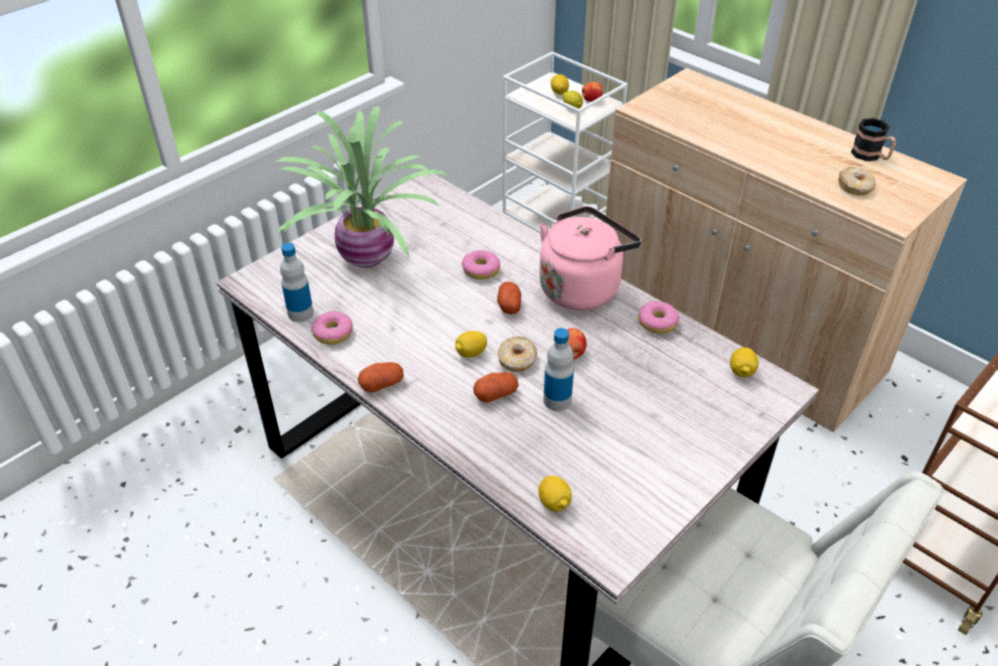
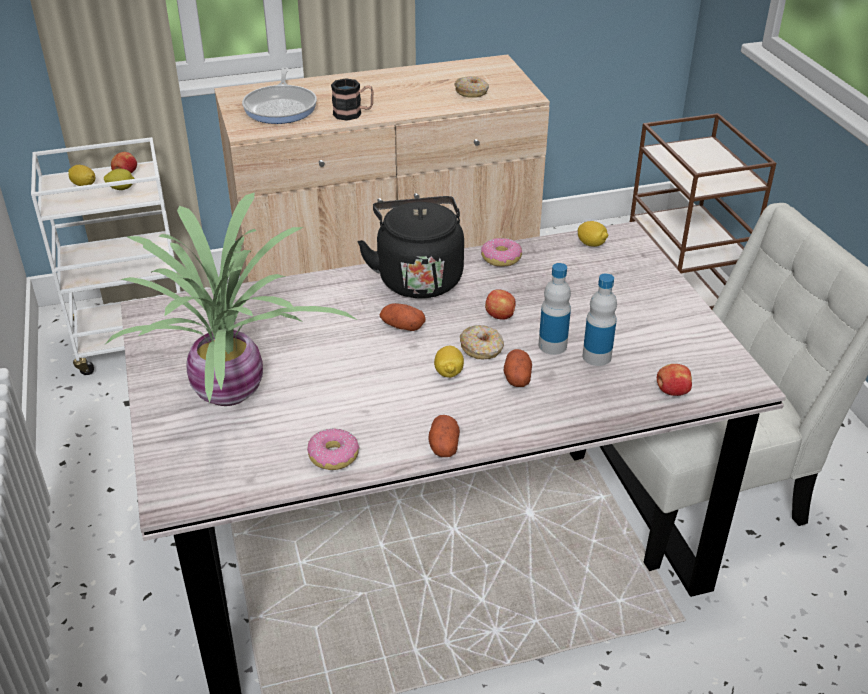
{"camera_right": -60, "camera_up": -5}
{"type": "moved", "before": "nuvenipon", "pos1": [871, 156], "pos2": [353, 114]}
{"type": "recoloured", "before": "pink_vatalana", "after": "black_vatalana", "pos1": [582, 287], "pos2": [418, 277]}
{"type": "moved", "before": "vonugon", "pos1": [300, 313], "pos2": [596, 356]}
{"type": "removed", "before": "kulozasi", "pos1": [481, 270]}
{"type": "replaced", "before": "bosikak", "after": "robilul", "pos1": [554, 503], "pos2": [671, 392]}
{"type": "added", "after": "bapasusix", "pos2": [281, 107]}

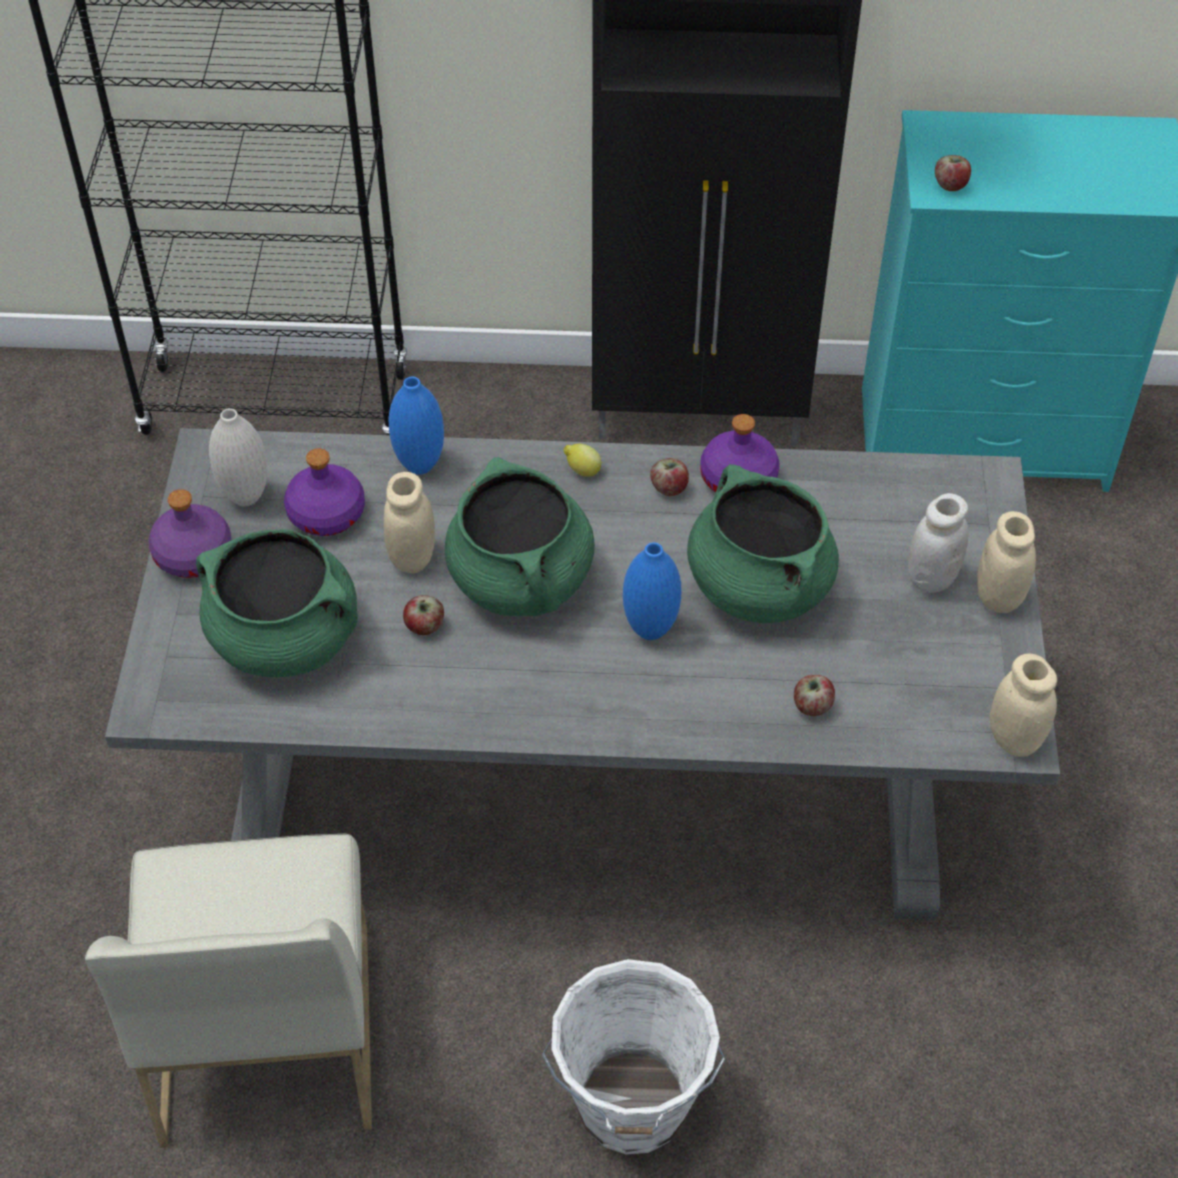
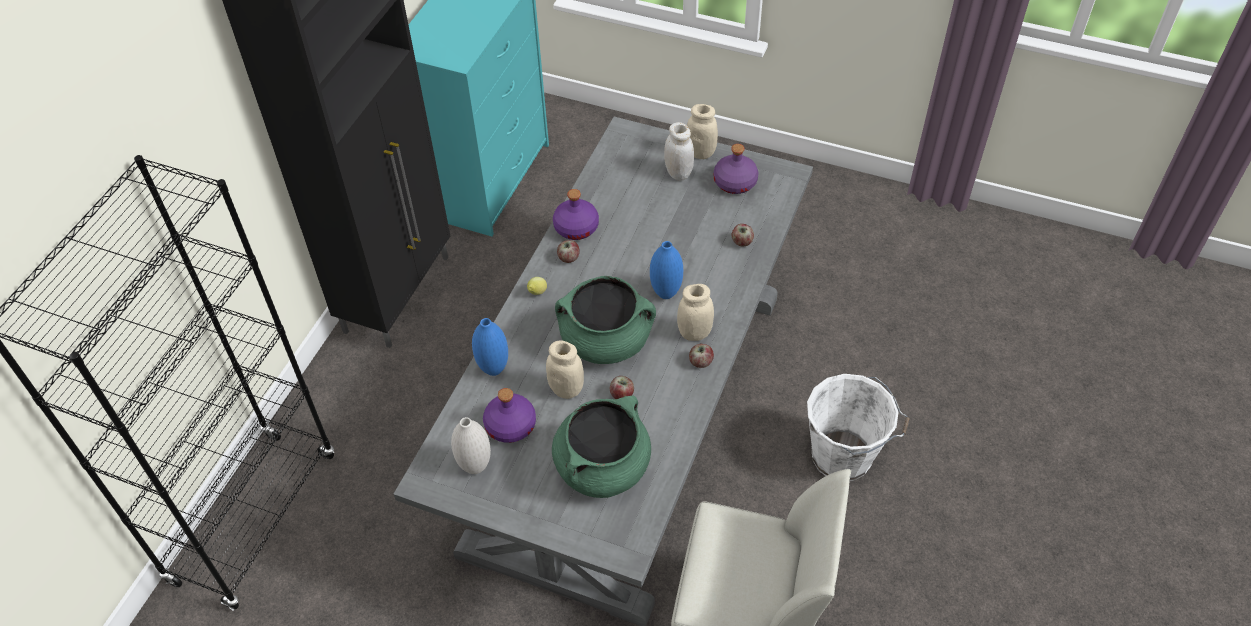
{"camera_right": -70, "camera_up": 0}
{"type": "moved", "before": "robilul", "pos1": [950, 185], "pos2": [700, 362]}
{"type": "removed", "before": "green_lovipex", "pos1": [758, 586]}
{"type": "moved", "before": "purple_vonugon", "pos1": [193, 555], "pos2": [735, 182]}
{"type": "moved", "before": "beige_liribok", "pos1": [1014, 739], "pos2": [694, 333]}

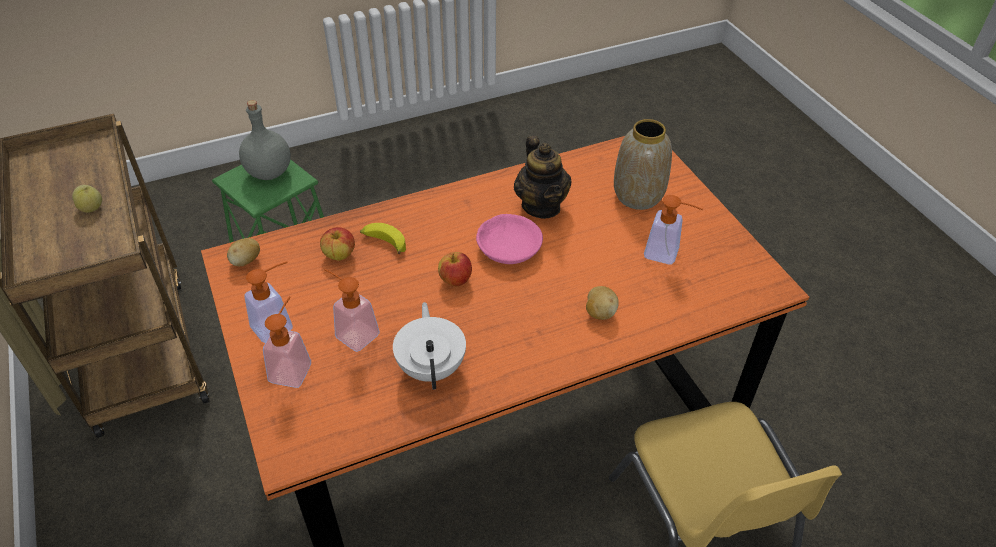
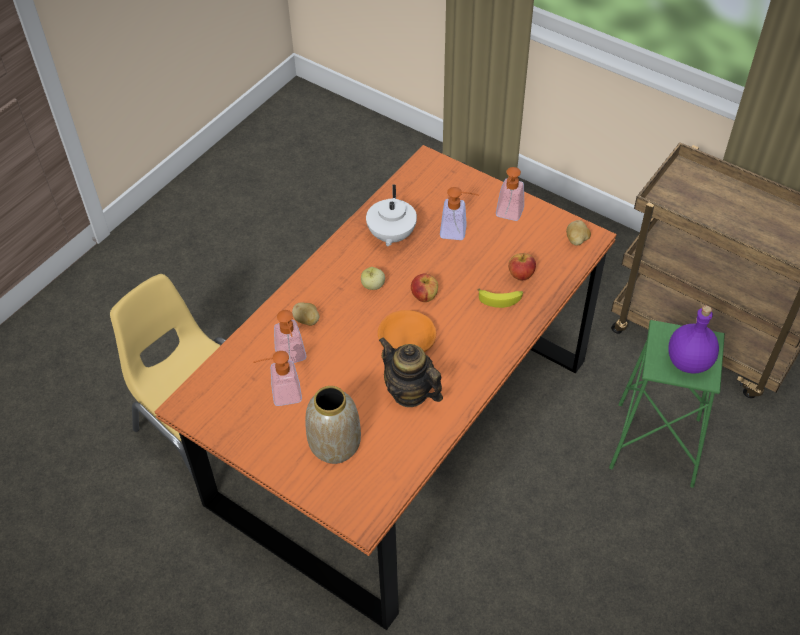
{"camera_right": 150, "camera_up": 5}
{"type": "recoloured", "before": "grey_vonugon", "after": "purple_vonugon", "pos1": [269, 172], "pos2": [689, 362]}
{"type": "moved", "before": "robilul", "pos1": [91, 208], "pos2": [373, 286]}
{"type": "recoloured", "before": "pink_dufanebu", "after": "orange_dufanebu", "pos1": [508, 247], "pos2": [407, 341]}
{"type": "moved", "before": "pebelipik", "pos1": [293, 367], "pos2": [292, 358]}
{"type": "turned", "before": "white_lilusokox", "pos1": [432, 367], "pos2": [391, 236], "turn": 45}

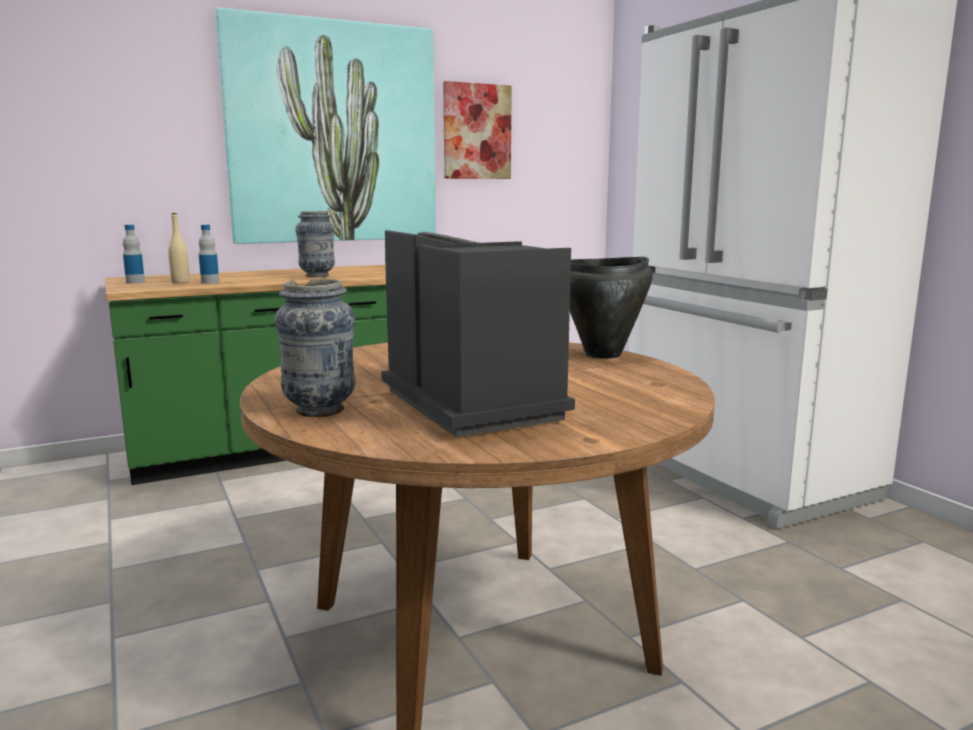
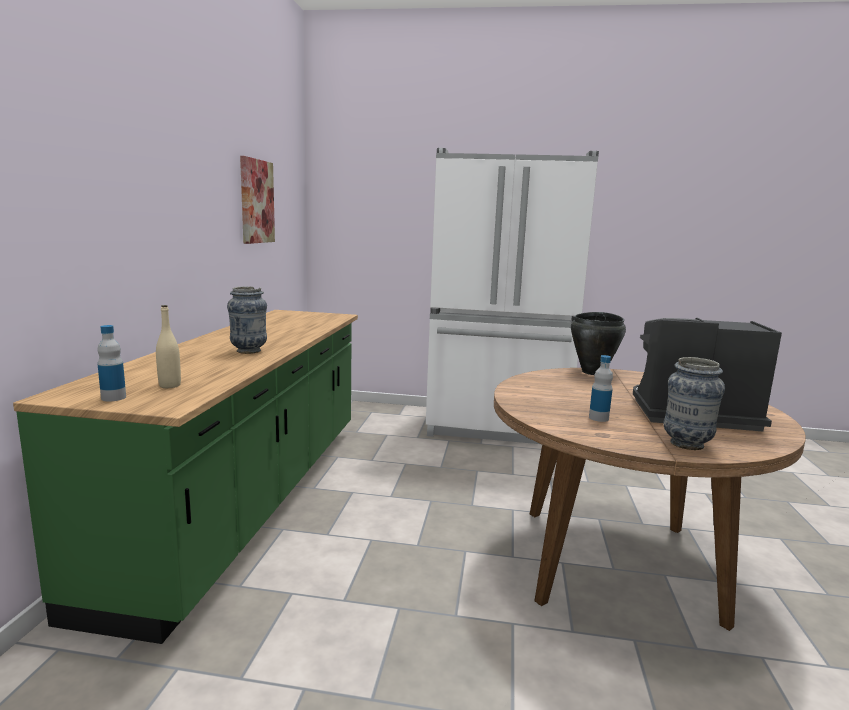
{"camera_right": -55, "camera_up": 0}
{"type": "removed", "before": "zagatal", "pos1": [333, 134]}
{"type": "moved", "before": "vonugon", "pos1": [210, 282], "pos2": [598, 418]}

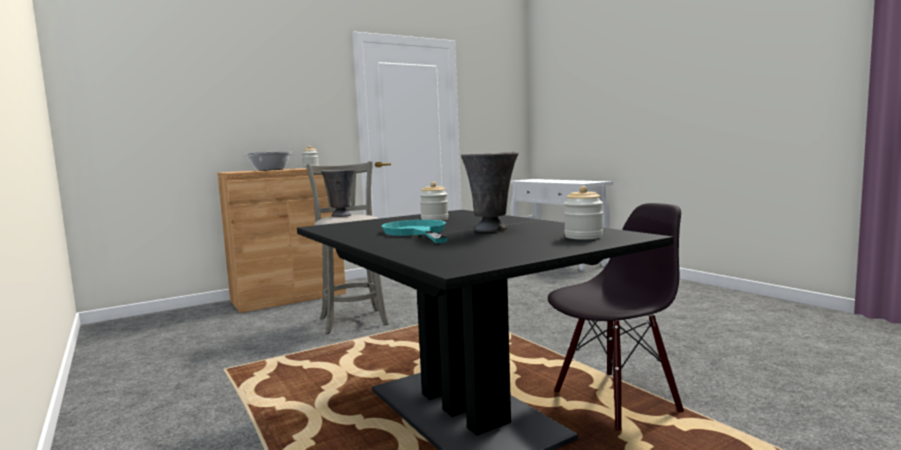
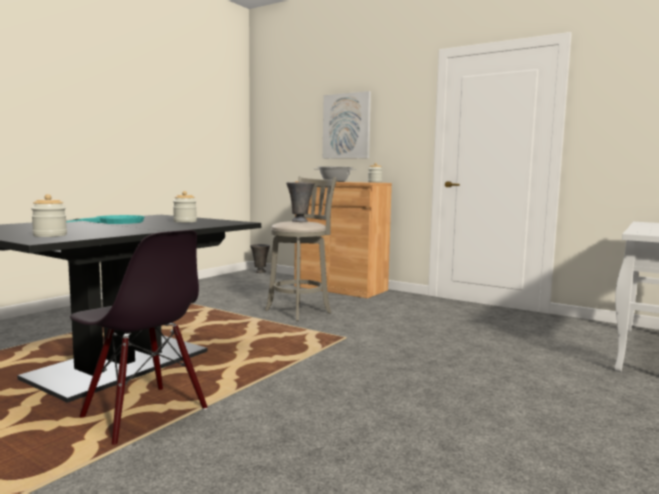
{"camera_right": 65, "camera_up": 0}
{"type": "moved", "before": "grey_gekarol", "pos1": [492, 230], "pos2": [260, 272]}
{"type": "added", "after": "zagatal", "pos2": [346, 126]}

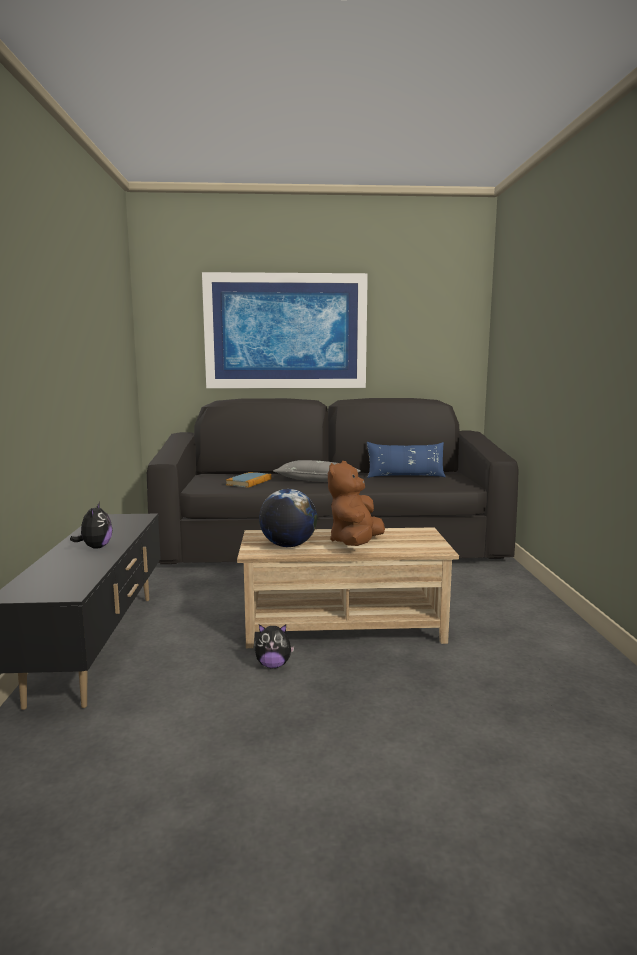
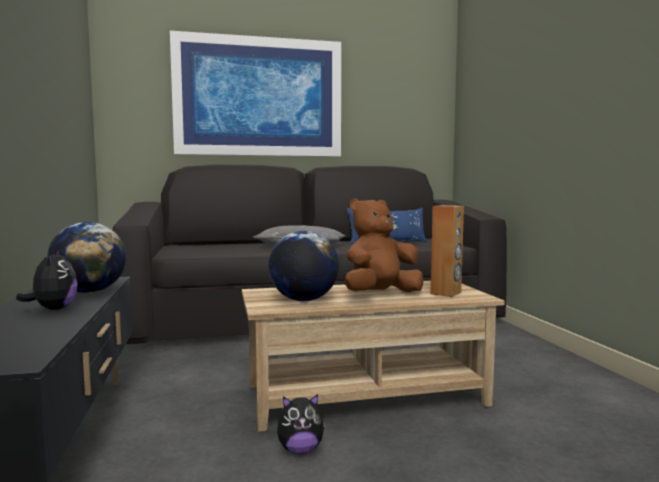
{"camera_right": -10, "camera_up": -5}
{"type": "turned", "before": "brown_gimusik", "pos1": [355, 543], "pos2": [380, 295], "turn": 45}
{"type": "removed", "before": "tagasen", "pos1": [249, 482]}
{"type": "added", "after": "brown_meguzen", "pos2": [446, 293]}
{"type": "added", "after": "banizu", "pos2": [90, 292]}

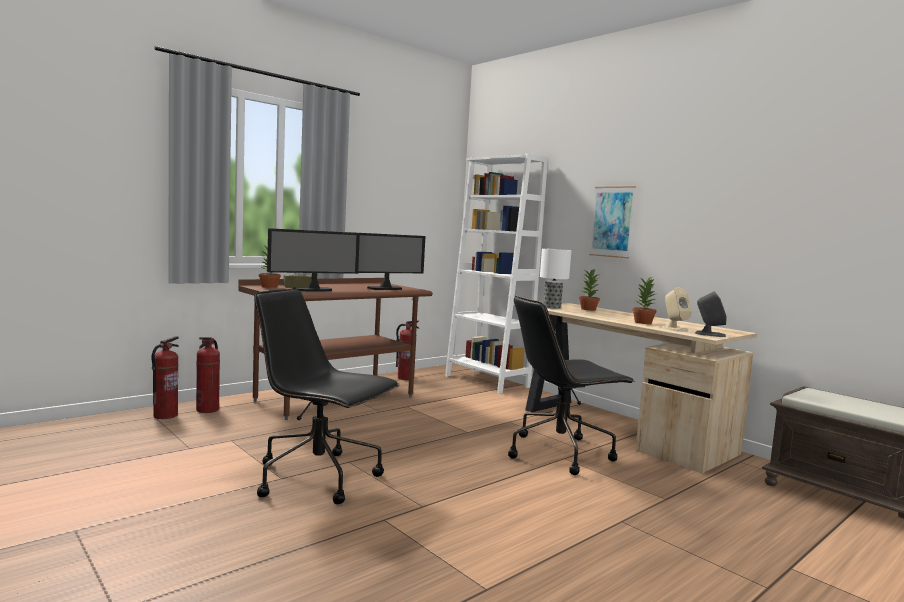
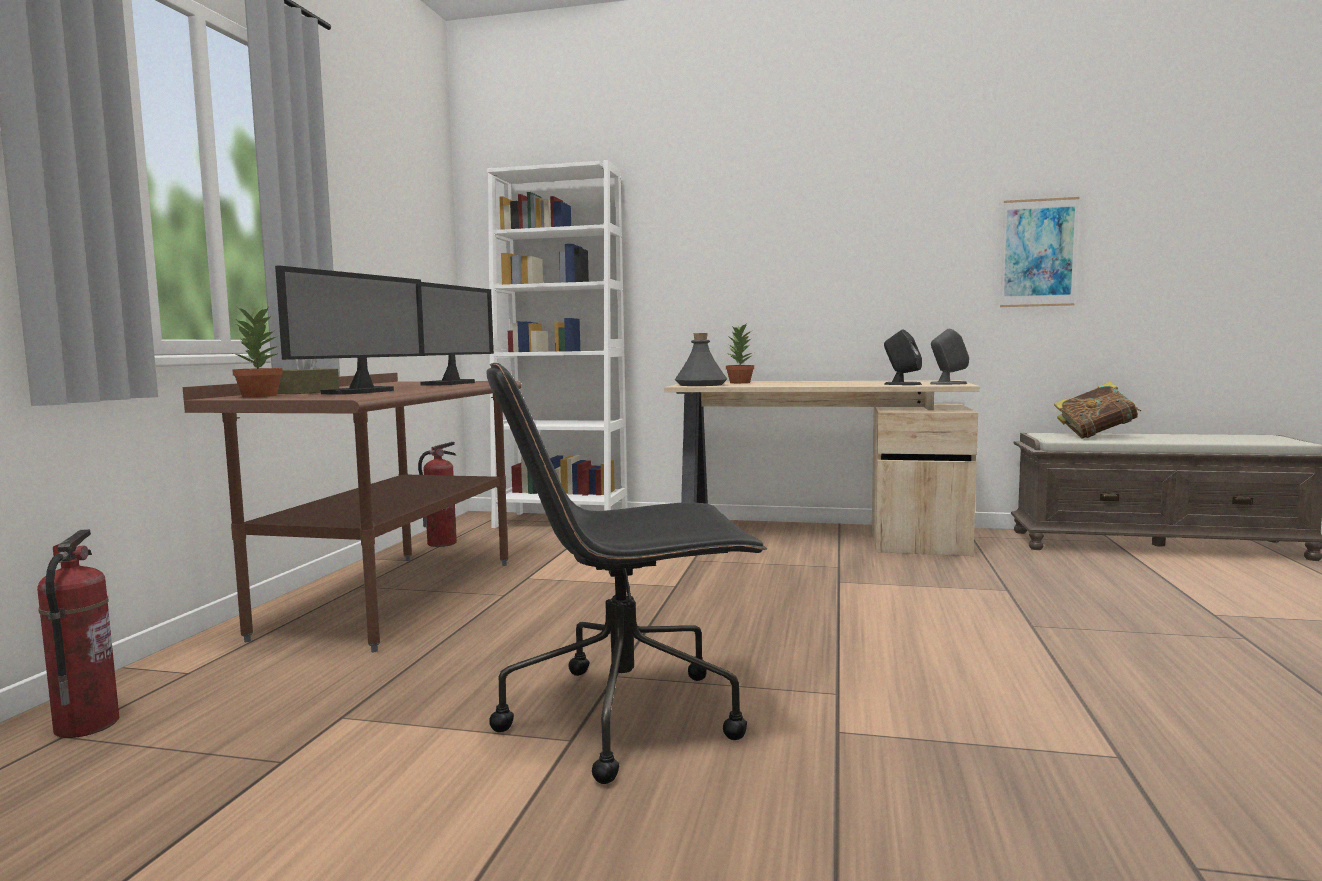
{"camera_right": -35, "camera_up": 0}
{"type": "moved", "before": "zagatal", "pos1": [612, 221], "pos2": [1038, 253]}
{"type": "replaced", "before": "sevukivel", "after": "grey_vonugon", "pos1": [551, 307], "pos2": [700, 385]}
{"type": "removed", "before": "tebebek", "pos1": [643, 322]}
{"type": "recoloured", "before": "beige_meguzen", "after": "black_meguzen", "pos1": [674, 329], "pos2": [902, 384]}
{"type": "removed", "before": "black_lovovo", "pos1": [560, 452]}
{"type": "removed", "before": "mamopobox", "pos1": [208, 410]}
{"type": "added", "after": "tagasen", "pos2": [1095, 436]}

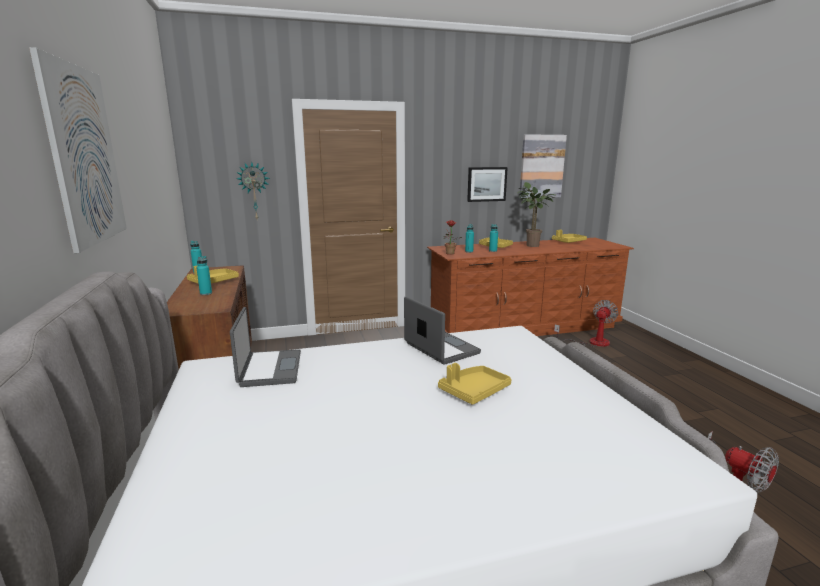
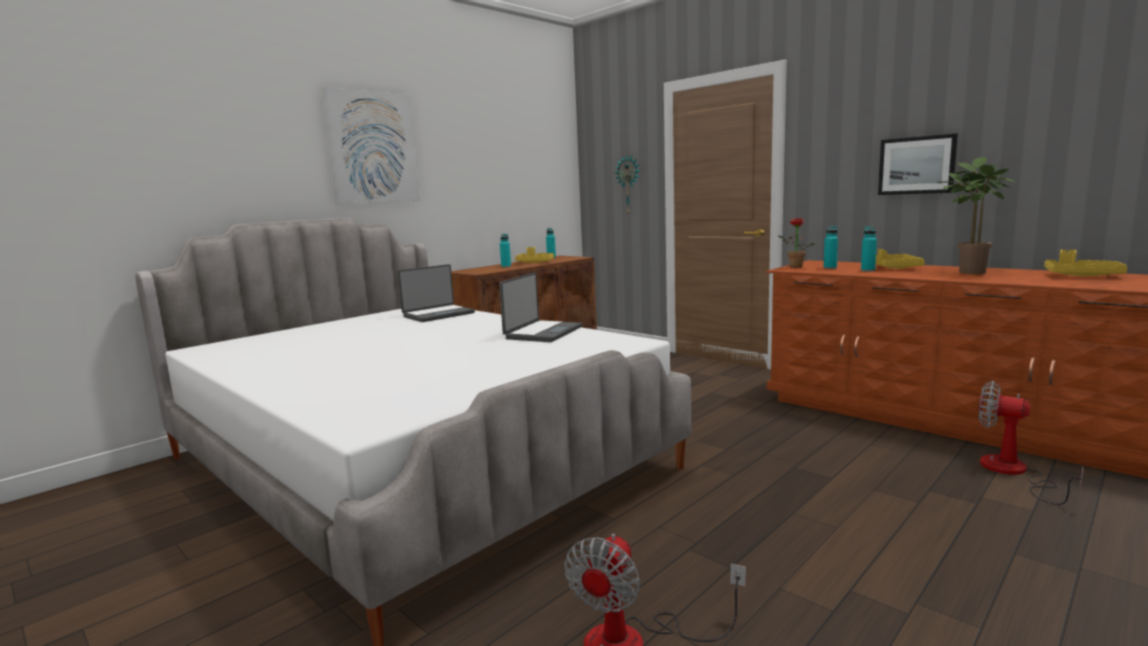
{"camera_right": 60, "camera_up": -5}
{"type": "removed", "before": "zagatal", "pos1": [541, 166]}
{"type": "turned", "before": "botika", "pos1": [591, 342], "pos2": [1013, 472], "turn": -150}
{"type": "removed", "before": "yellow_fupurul", "pos1": [474, 391]}

